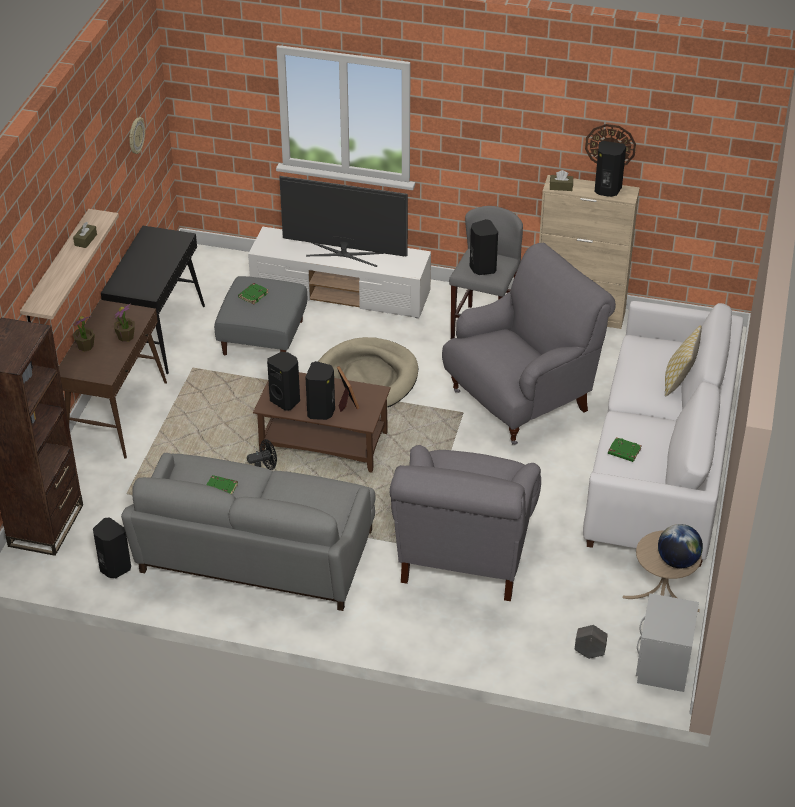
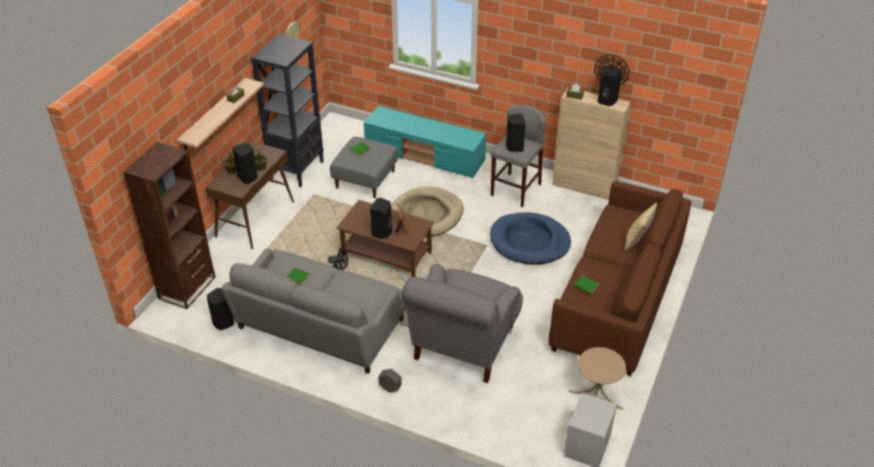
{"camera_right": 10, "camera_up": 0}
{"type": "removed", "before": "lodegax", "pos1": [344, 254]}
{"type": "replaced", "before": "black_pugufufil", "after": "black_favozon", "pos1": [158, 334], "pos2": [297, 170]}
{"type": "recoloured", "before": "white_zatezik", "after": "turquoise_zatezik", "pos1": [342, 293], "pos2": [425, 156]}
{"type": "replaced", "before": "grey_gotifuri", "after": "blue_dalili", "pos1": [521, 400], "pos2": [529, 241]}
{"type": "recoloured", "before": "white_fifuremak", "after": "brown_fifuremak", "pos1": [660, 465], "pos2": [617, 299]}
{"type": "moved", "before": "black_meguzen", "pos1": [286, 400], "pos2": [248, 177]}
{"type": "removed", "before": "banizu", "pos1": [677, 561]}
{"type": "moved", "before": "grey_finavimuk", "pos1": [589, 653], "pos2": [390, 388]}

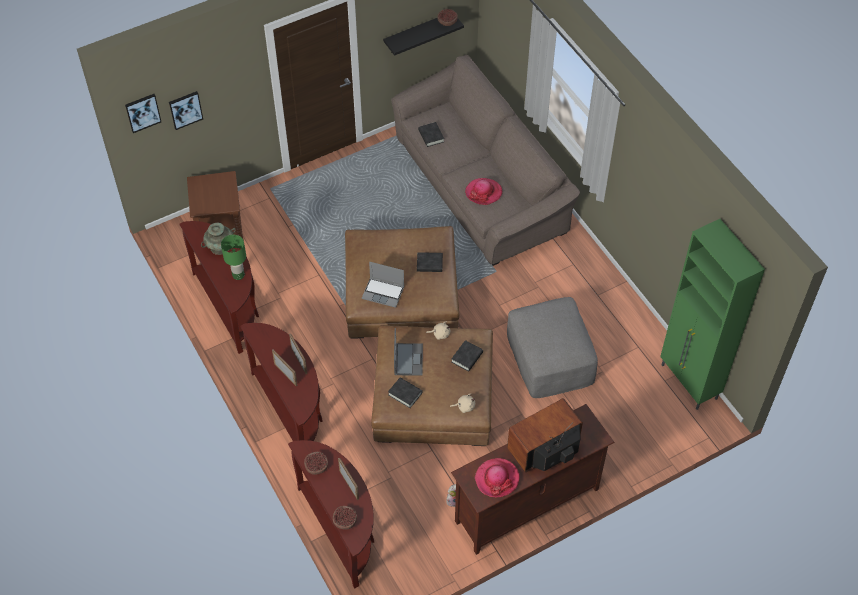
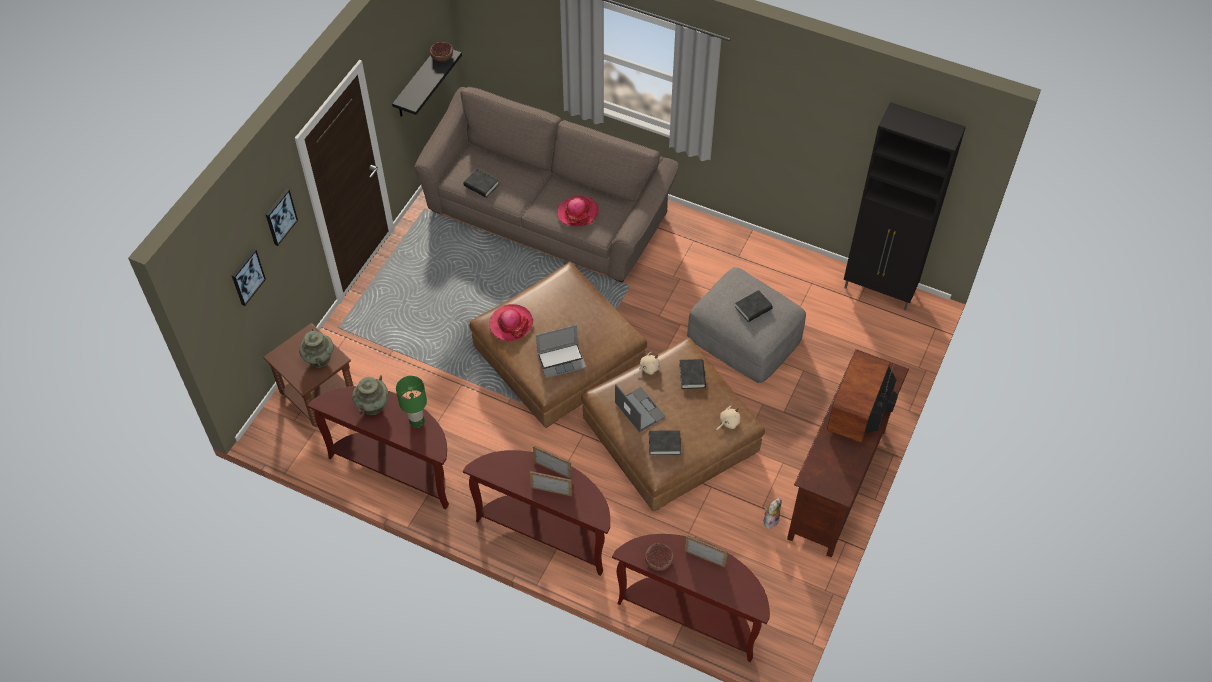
{"camera_right": -35, "camera_up": 0}
{"type": "moved", "before": "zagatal", "pos1": [142, 112], "pos2": [280, 216]}
{"type": "recoloured", "before": "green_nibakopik", "after": "black_nibakopik", "pos1": [689, 382], "pos2": [880, 290]}
{"type": "moved", "before": "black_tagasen", "pos1": [429, 264], "pos2": [753, 308]}
{"type": "moved", "before": "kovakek", "pos1": [497, 478], "pos2": [511, 324]}
{"type": "removed", "before": "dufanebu", "pos1": [345, 521]}
{"type": "added", "after": "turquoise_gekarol", "pos2": [319, 358]}

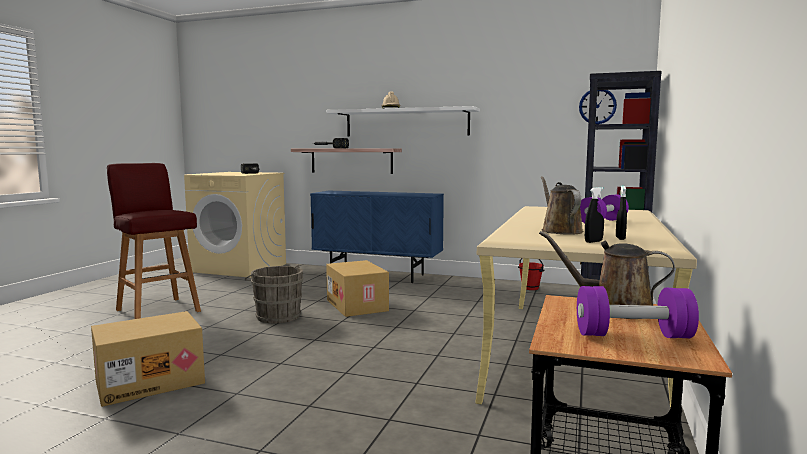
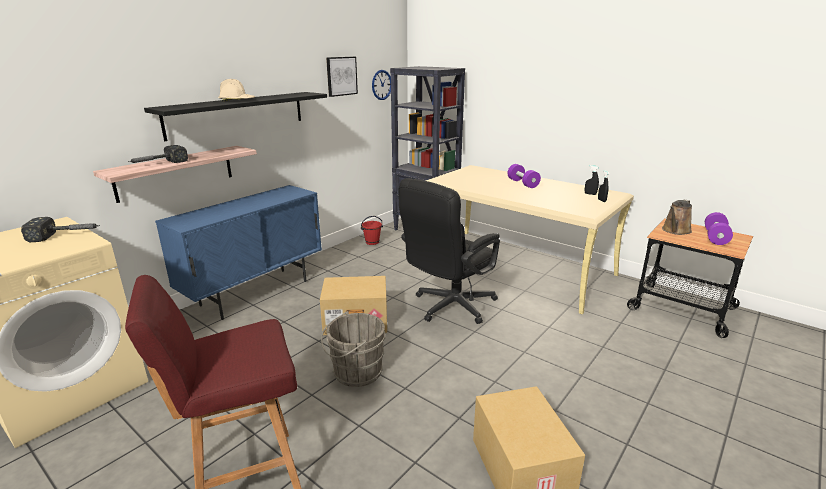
{"camera_right": -70, "camera_up": 15}
{"type": "recoloured", "before": "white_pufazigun", "after": "black_pufazigun", "pos1": [406, 123], "pos2": [237, 114]}
{"type": "removed", "before": "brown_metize", "pos1": [559, 231]}
{"type": "added", "after": "zagatal", "pos2": [341, 76]}
{"type": "added", "after": "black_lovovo", "pos2": [449, 307]}

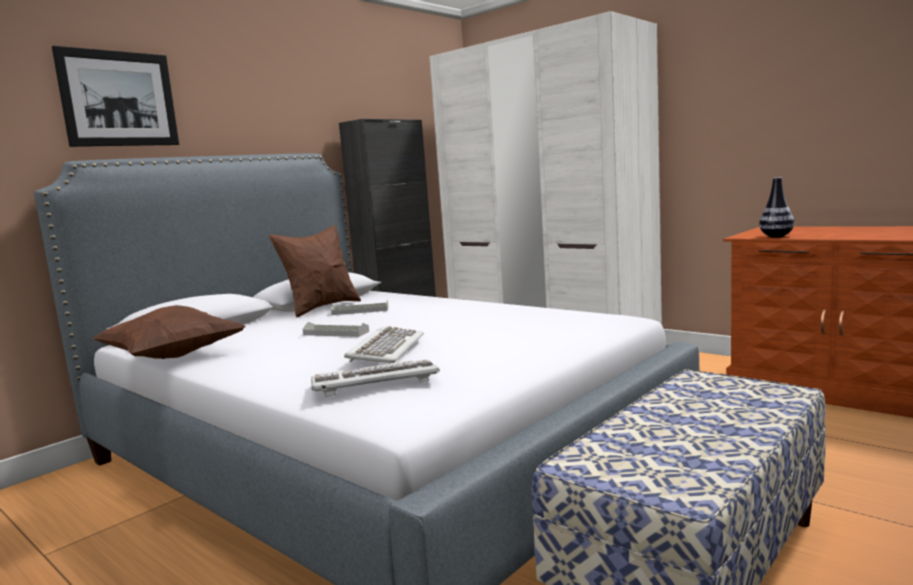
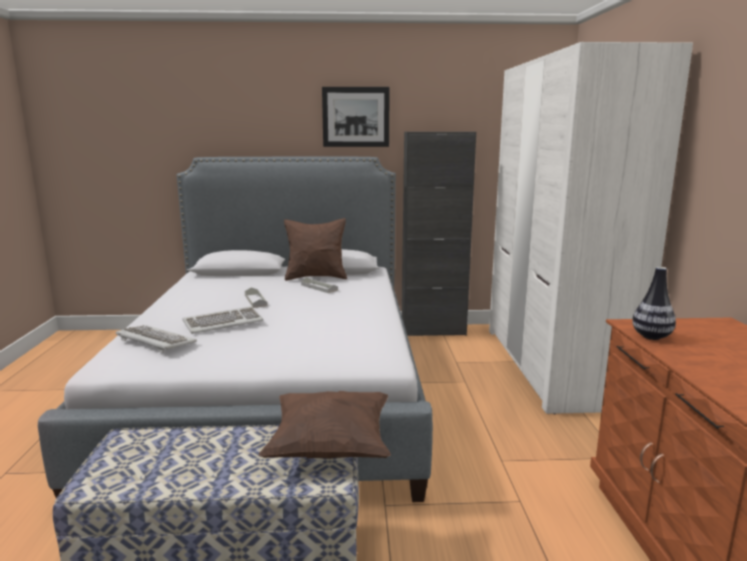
{"camera_right": 45, "camera_up": 5}
{"type": "moved", "before": "zagatal", "pos1": [119, 99], "pos2": [356, 117]}
{"type": "moved", "before": "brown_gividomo", "pos1": [173, 357], "pos2": [330, 447]}

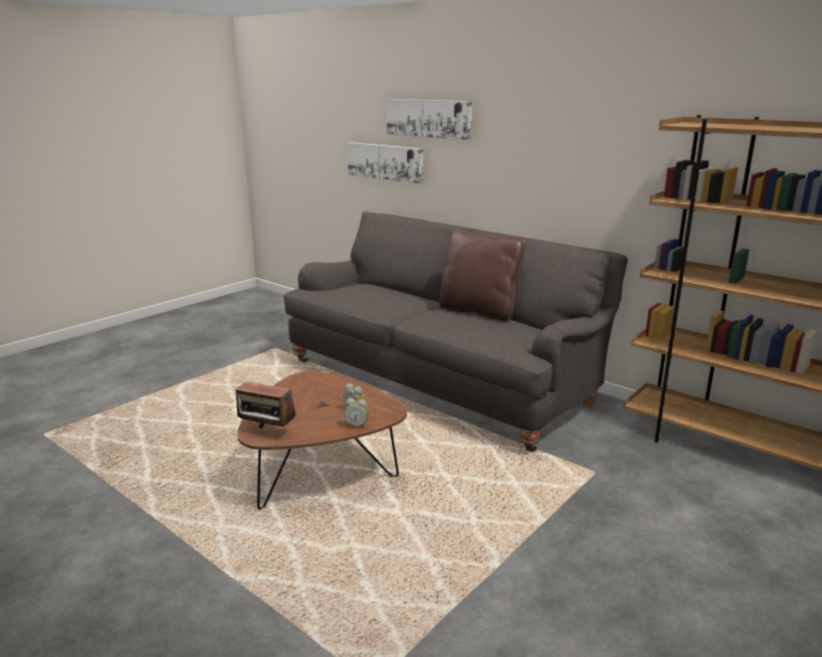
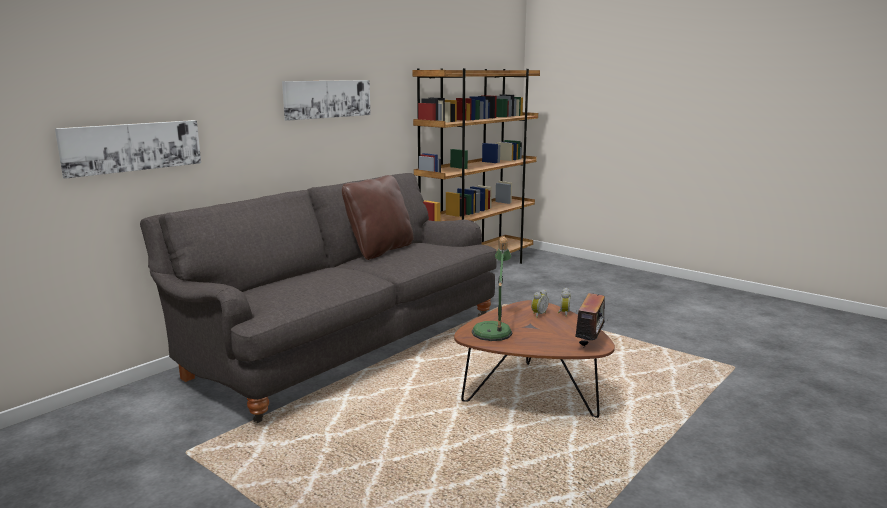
{"camera_right": -90, "camera_up": -5}
{"type": "moved", "before": "zagatal", "pos1": [428, 118], "pos2": [327, 99]}
{"type": "added", "after": "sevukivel", "pos2": [494, 330]}

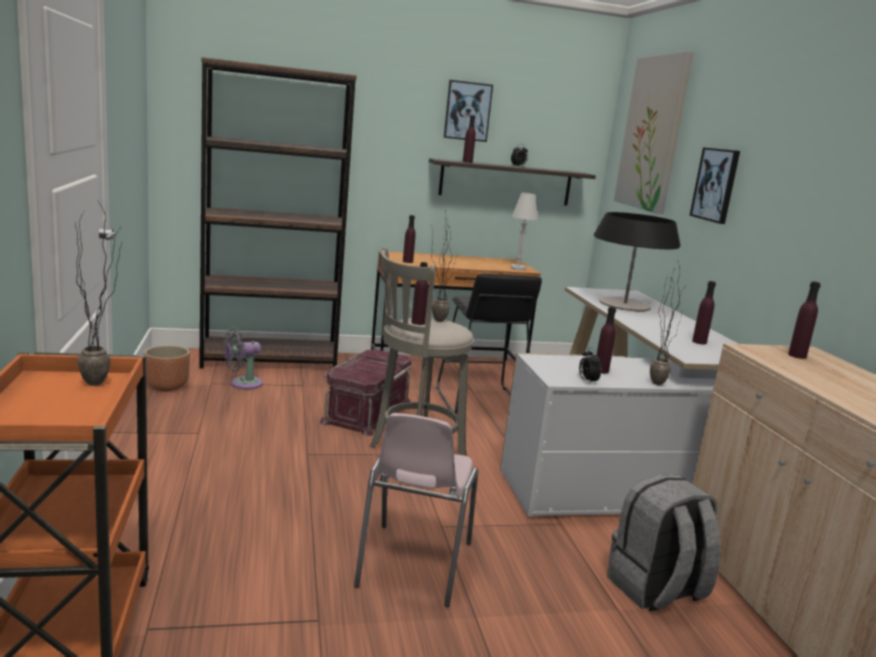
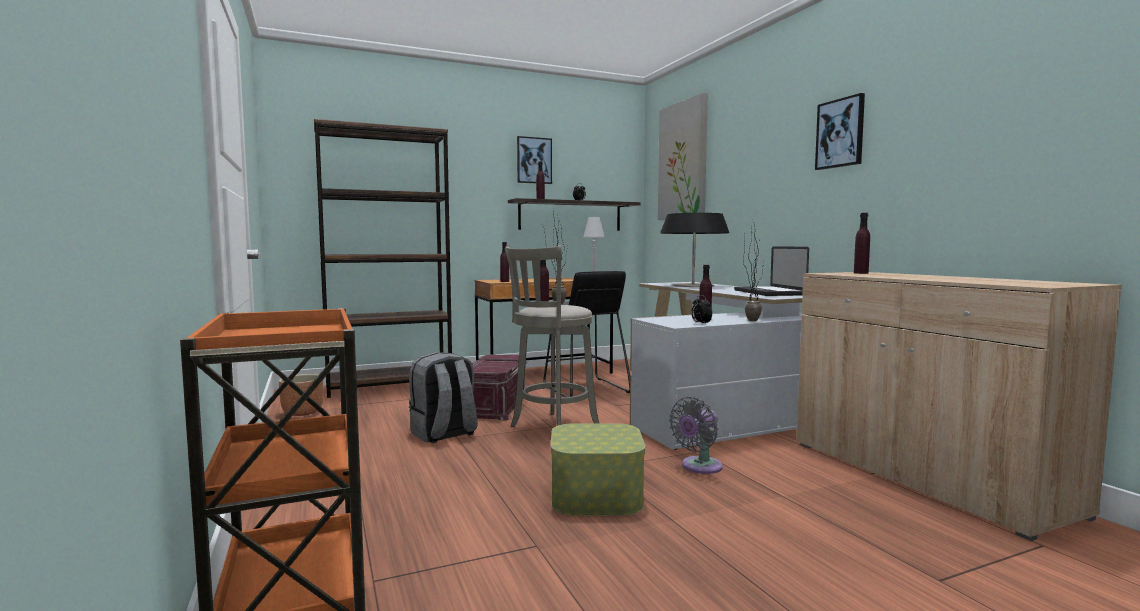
{"camera_right": -10, "camera_up": -10}
{"type": "moved", "before": "zagatal", "pos1": [716, 185], "pos2": [840, 133]}
{"type": "removed", "before": "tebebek", "pos1": [105, 382]}
{"type": "replaced", "before": "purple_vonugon", "after": "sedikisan", "pos1": [699, 342], "pos2": [768, 292]}
{"type": "moved", "before": "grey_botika", "pos1": [243, 384], "pos2": [699, 467]}
{"type": "replaced", "before": "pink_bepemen", "after": "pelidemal", "pos1": [412, 564], "pos2": [596, 495]}
{"type": "moved", "before": "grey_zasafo", "pos1": [656, 590], "pos2": [444, 434]}

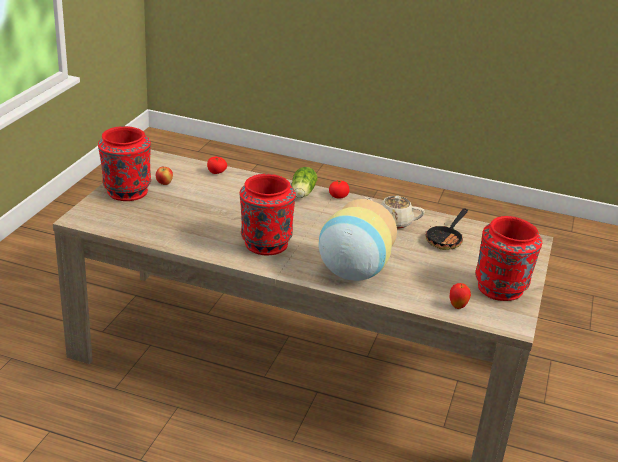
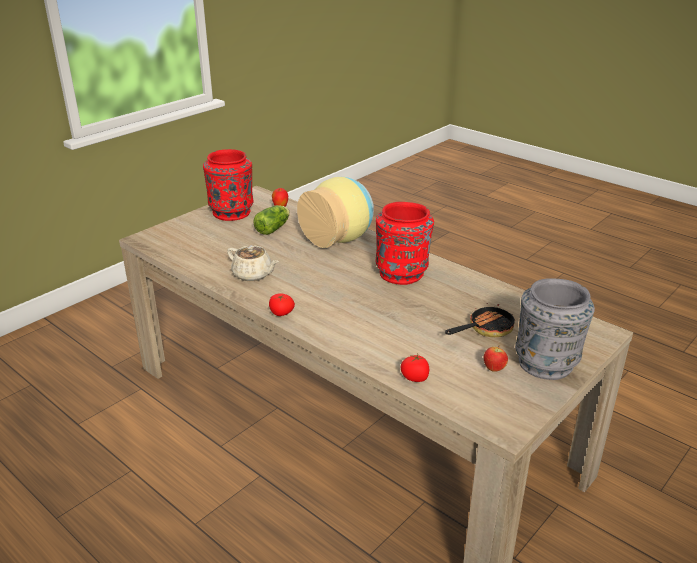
{"camera_right": -155, "camera_up": 0}
{"type": "recoloured", "before": "red_gekarol", "after": "grey_gekarol", "pos1": [126, 191], "pos2": [547, 363]}
{"type": "moved", "before": "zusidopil", "pos1": [302, 194], "pos2": [274, 228]}
{"type": "moved", "before": "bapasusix", "pos1": [446, 239], "pos2": [485, 329]}

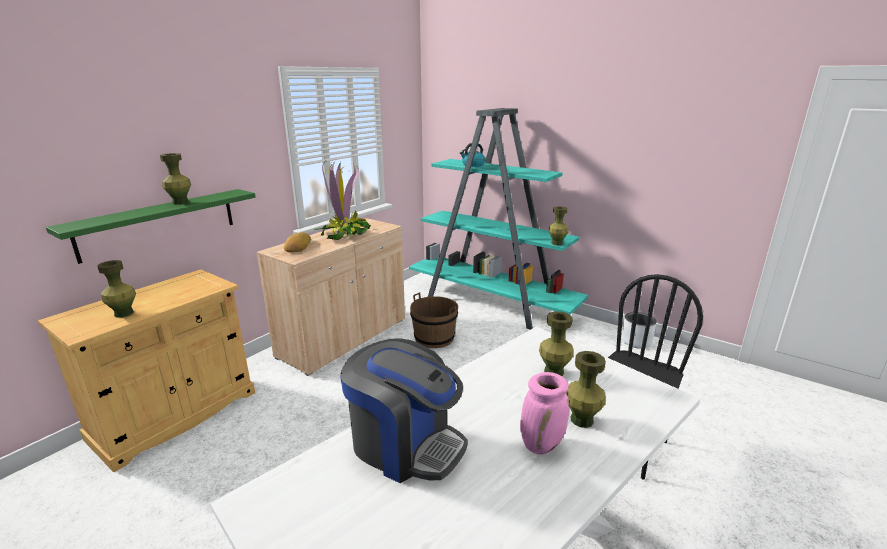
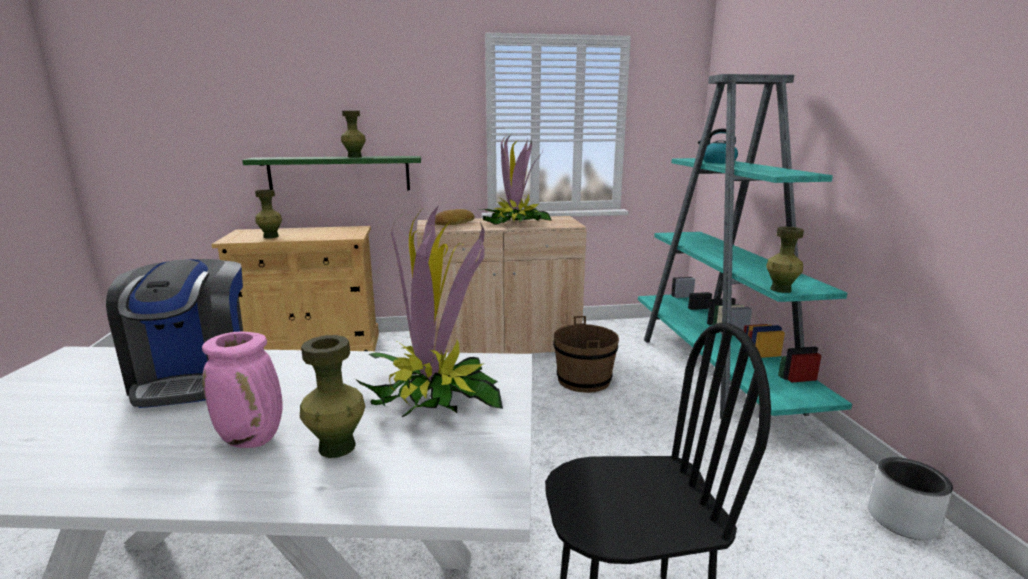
{"camera_right": 45, "camera_up": -5}
{"type": "replaced", "before": "green_gekarol", "after": "tebebek", "pos1": [554, 372], "pos2": [433, 396]}

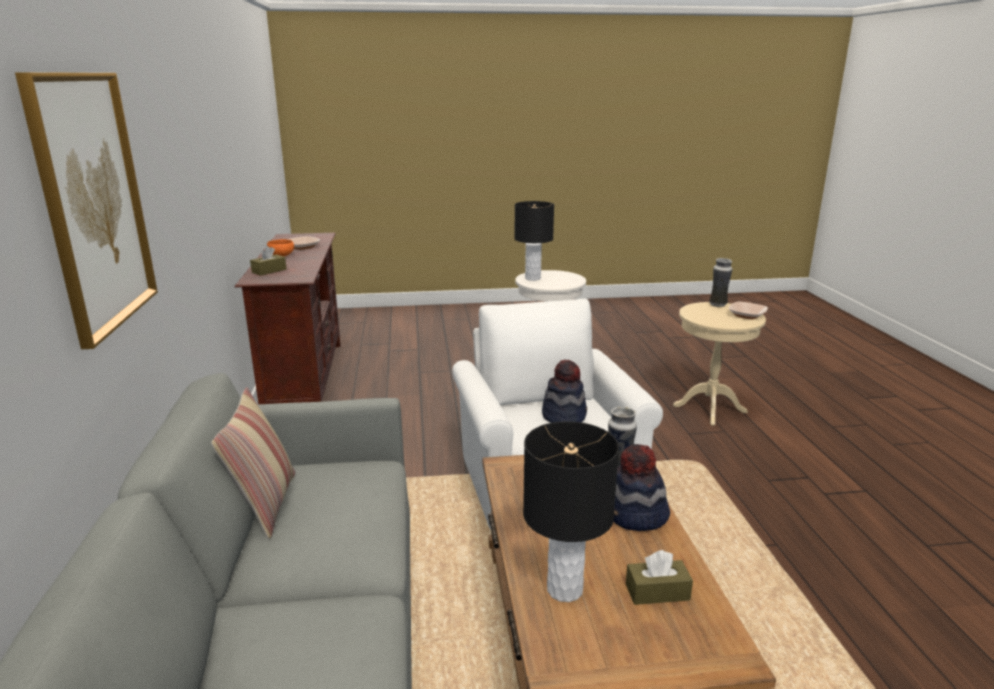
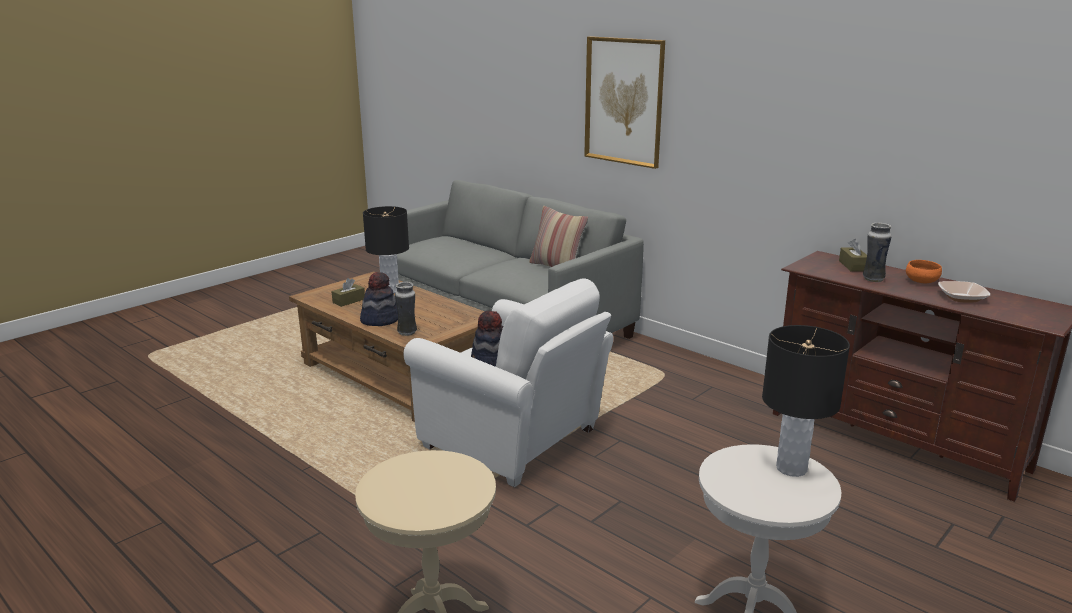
{"camera_right": 140, "camera_up": 0}
{"type": "moved", "before": "gekarol", "pos1": [718, 305], "pos2": [872, 279]}
{"type": "removed", "before": "dufanebu", "pos1": [747, 315]}

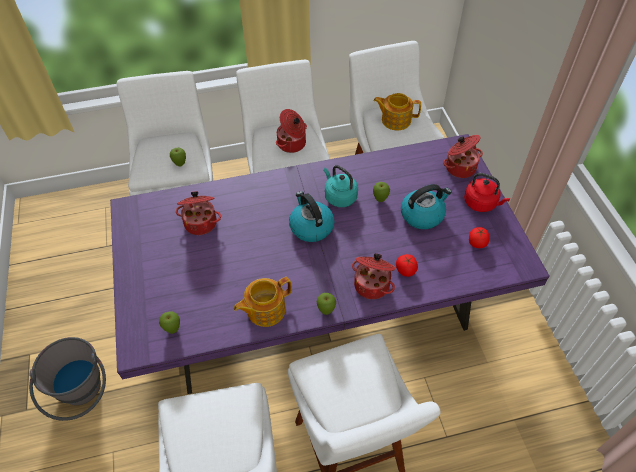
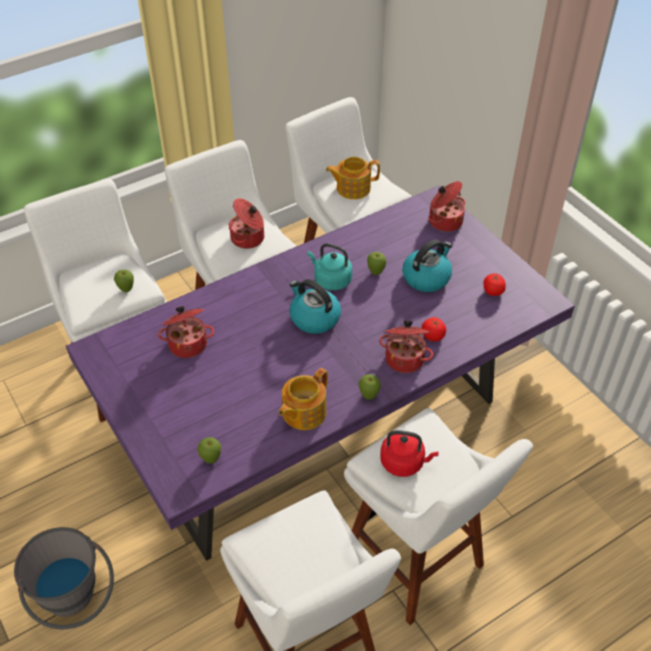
{"camera_right": -20, "camera_up": -5}
{"type": "moved", "before": "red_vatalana", "pos1": [482, 203], "pos2": [404, 462]}

